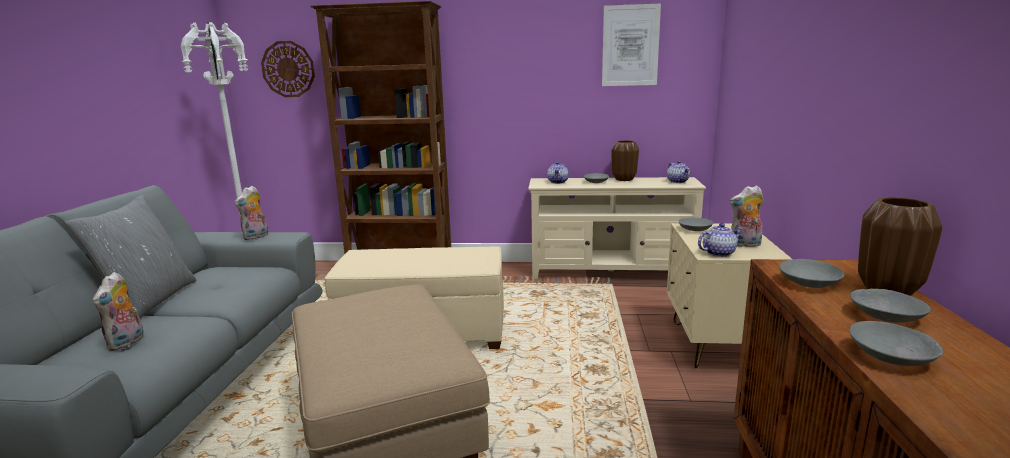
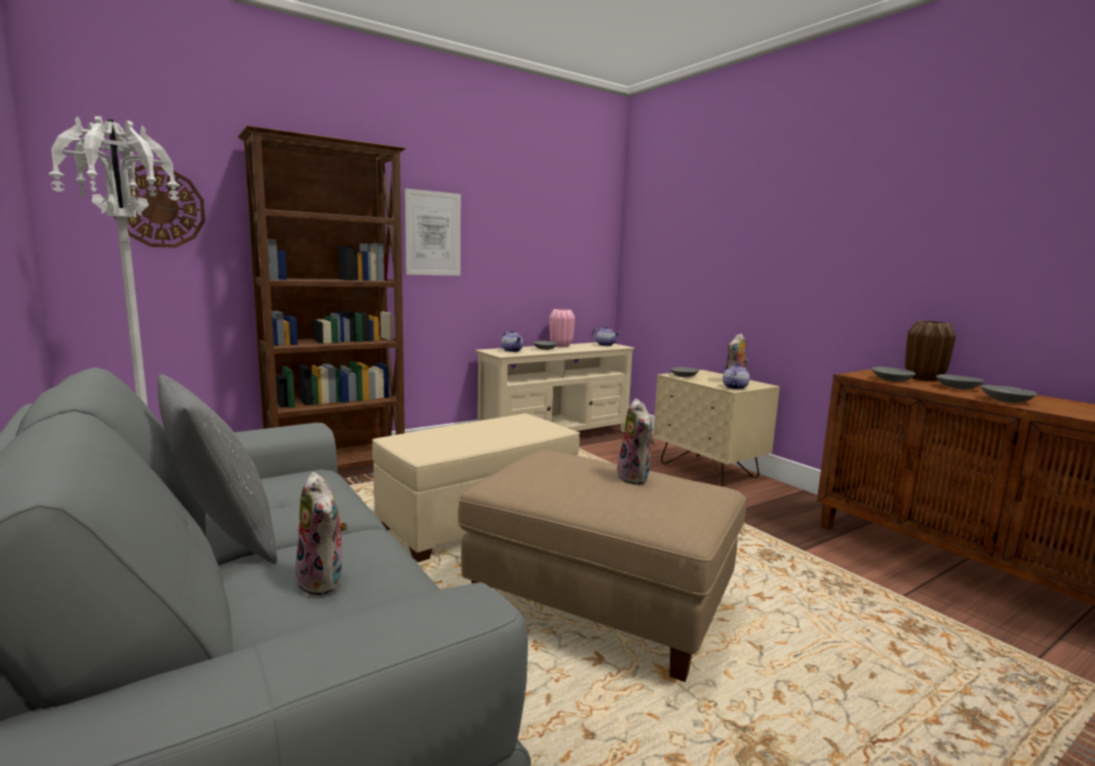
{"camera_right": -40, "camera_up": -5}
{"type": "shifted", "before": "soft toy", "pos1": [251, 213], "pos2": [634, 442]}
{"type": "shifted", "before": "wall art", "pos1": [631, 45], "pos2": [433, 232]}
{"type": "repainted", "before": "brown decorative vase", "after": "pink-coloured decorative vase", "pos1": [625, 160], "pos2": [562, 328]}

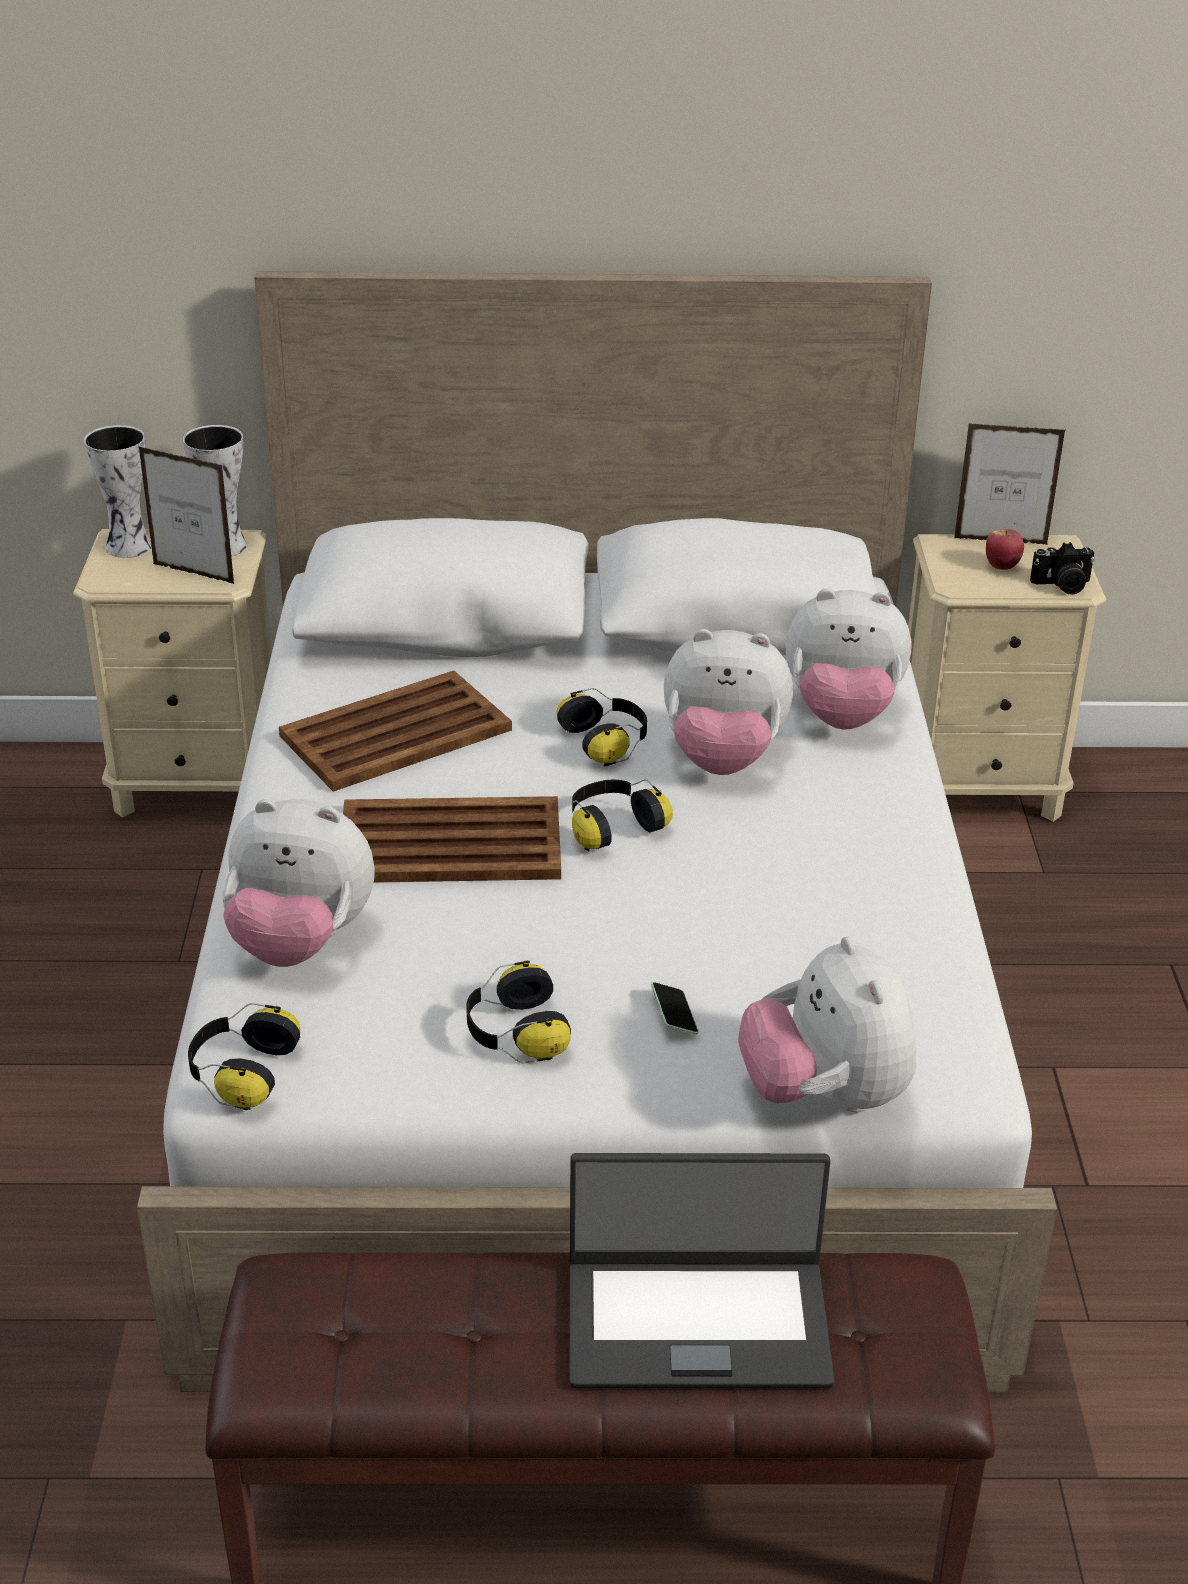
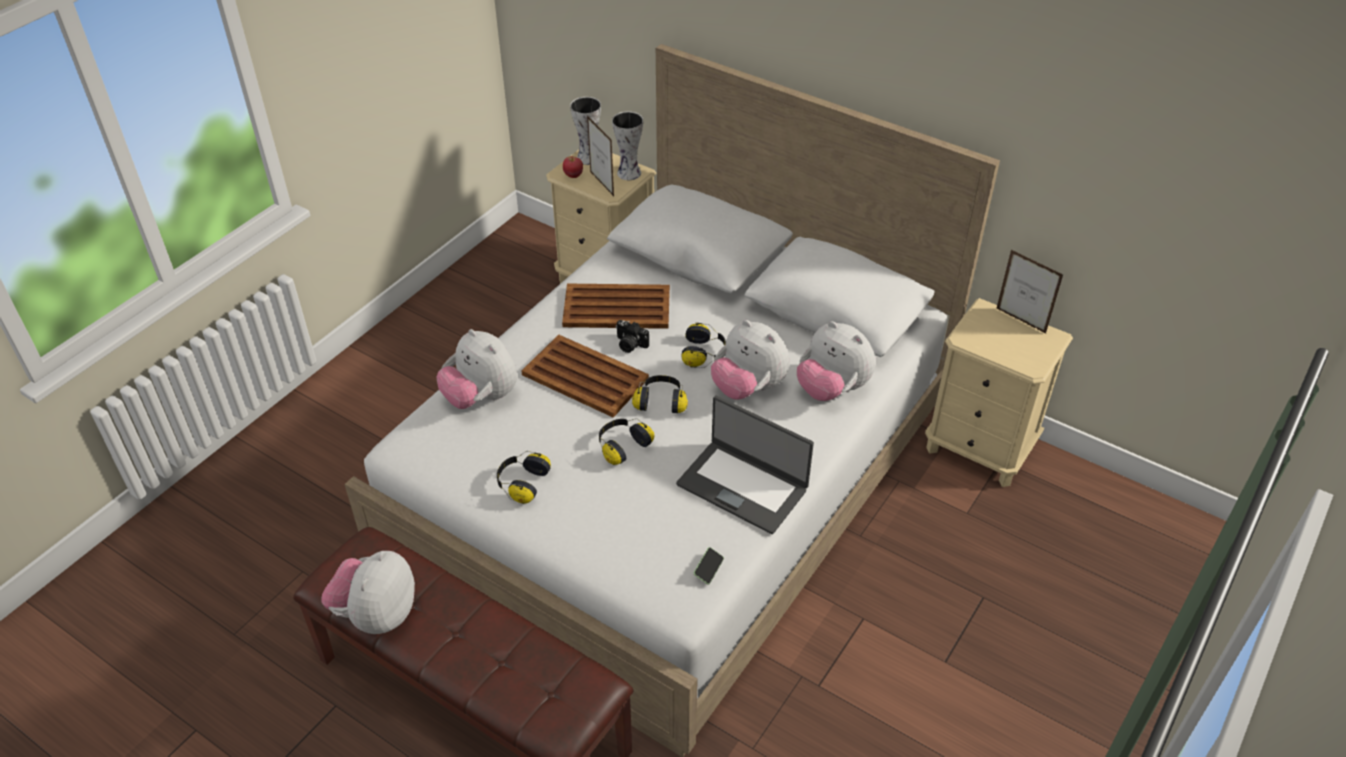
{"camera_right": 35, "camera_up": 10}
{"type": "shifted", "before": "headset", "pos1": [244, 1056], "pos2": [626, 441]}
{"type": "shifted", "before": "portable computer", "pos1": [702, 1270], "pos2": [745, 465]}
{"type": "shifted", "before": "telephone", "pos1": [674, 1008], "pos2": [709, 566]}
{"type": "shifted", "before": "soft toy", "pos1": [827, 1024], "pos2": [368, 592]}
{"type": "shifted", "before": "apple fruit", "pos1": [1005, 549], "pos2": [573, 167]}
{"type": "shifted", "before": "still camera", "pos1": [1062, 568], "pos2": [632, 336]}

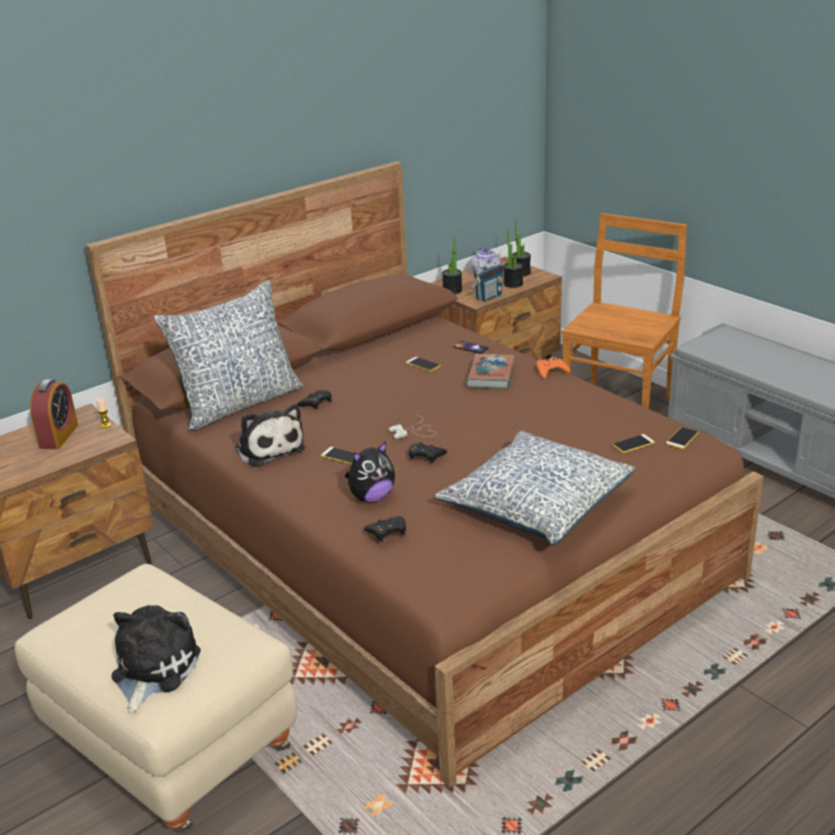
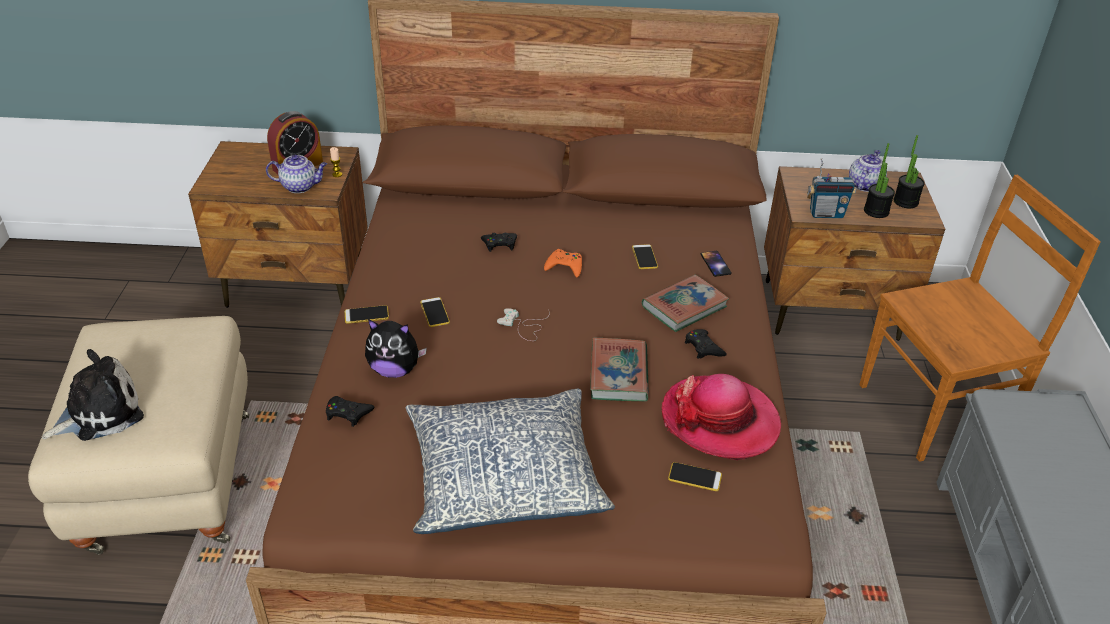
{"camera_right": 40, "camera_up": 10}
{"type": "gone", "before": "throw pillow", "pos1": [228, 355]}
{"type": "gone", "before": "soft toy", "pos1": [270, 435]}
{"type": "shifted", "before": "black-coloured joypad", "pos1": [428, 453], "pos2": [706, 344]}
{"type": "gone", "before": "potted plant", "pos1": [452, 265]}
{"type": "shifted", "before": "orange joypad", "pos1": [553, 368], "pos2": [563, 263]}
{"type": "shifted", "before": "telephone", "pos1": [682, 438], "pos2": [366, 314]}
{"type": "new", "after": "pot for tea", "pos2": [296, 174]}
{"type": "new", "after": "book", "pos2": [619, 369]}
{"type": "new", "after": "clothing hat", "pos2": [721, 417]}

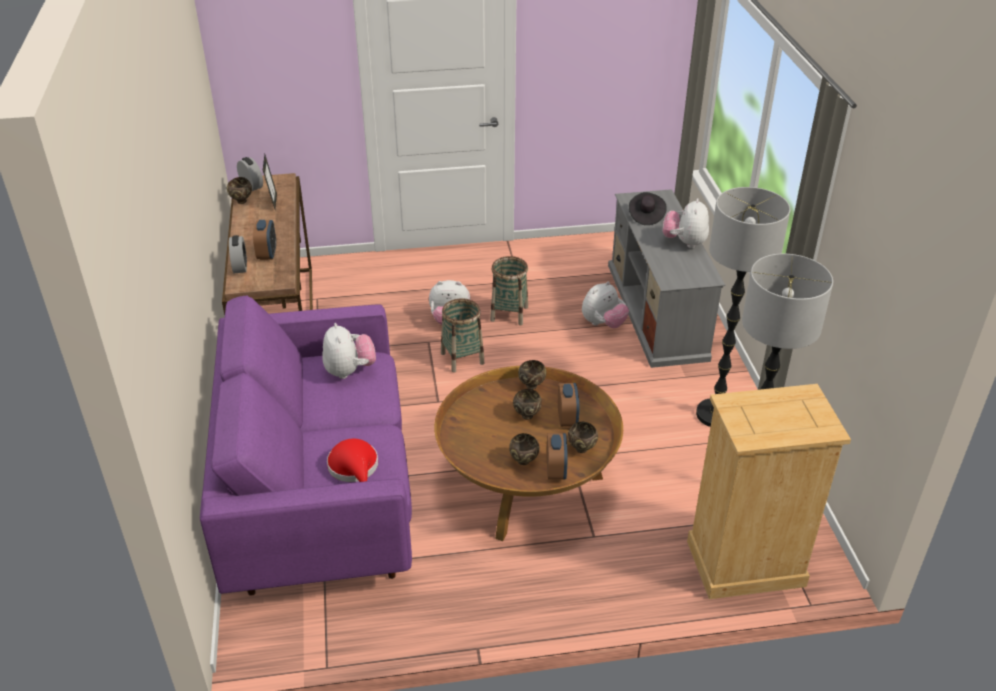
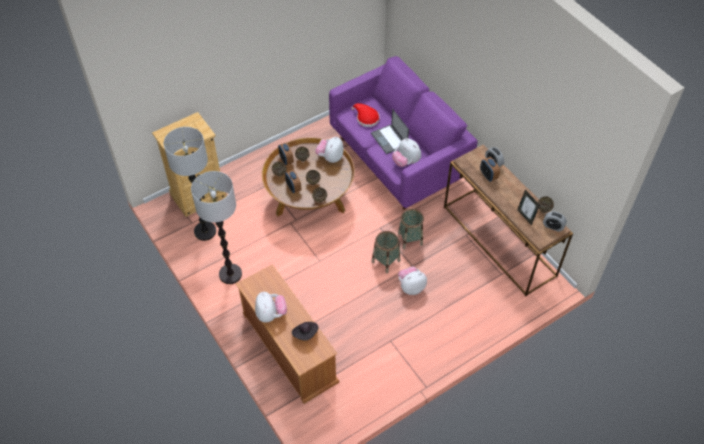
{"camera_right": 155, "camera_up": 15}
{"type": "shifted", "before": "household basket", "pos1": [509, 290], "pos2": [411, 229]}
{"type": "shifted", "before": "soft toy", "pos1": [605, 304], "pos2": [329, 150]}
{"type": "repainted", "before": "grey tv stand", "after": "brown tv stand", "pos1": [667, 278], "pos2": [287, 334]}
{"type": "new", "after": "portable computer", "pos2": [390, 131]}

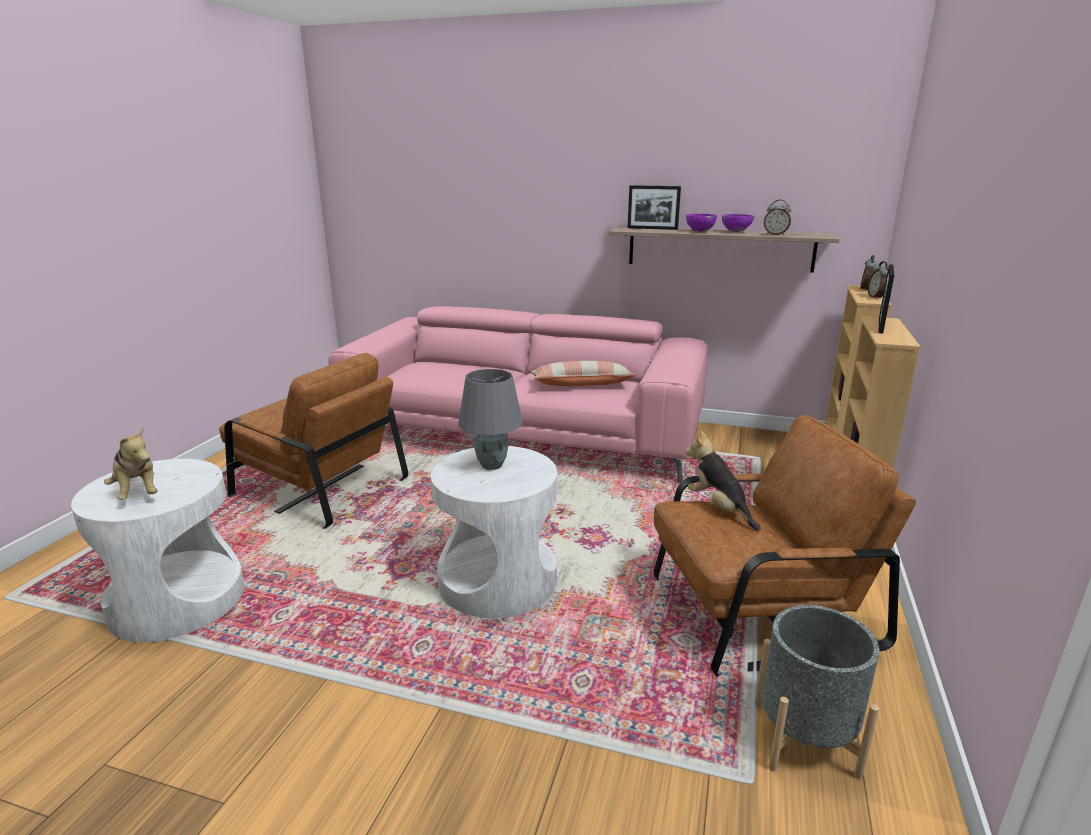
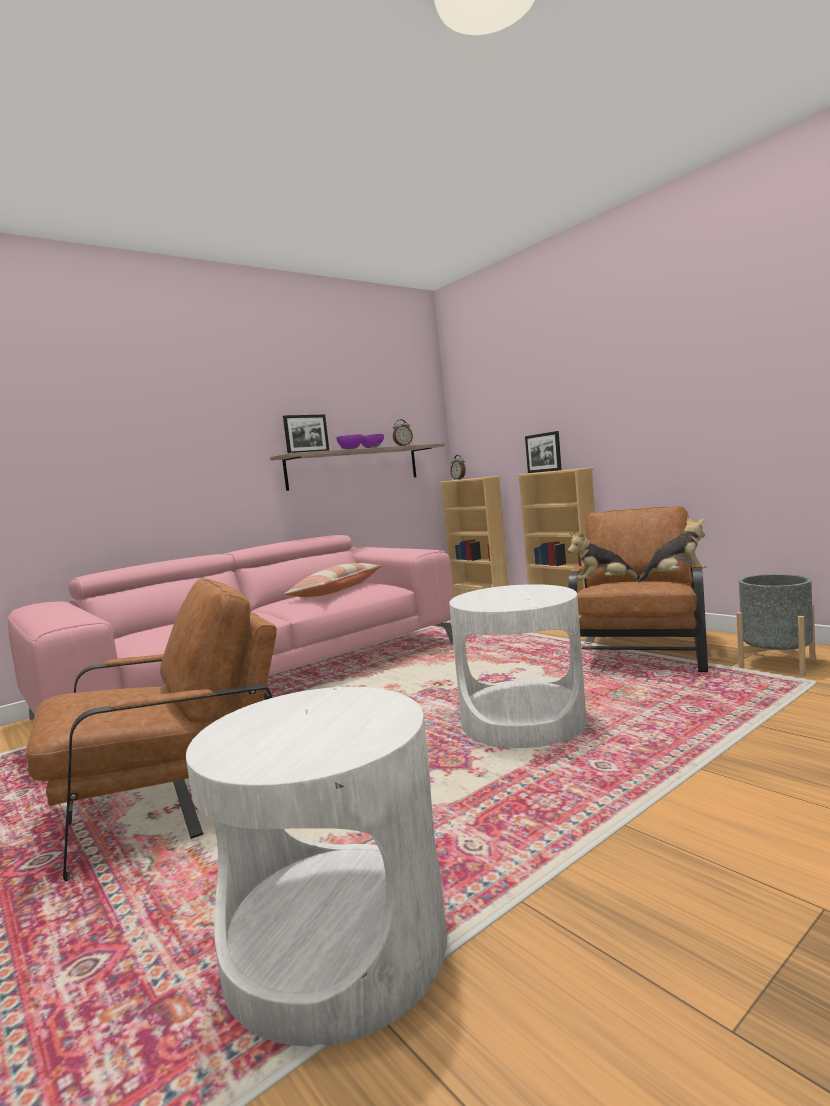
{"camera_right": -55, "camera_up": -15}
{"type": "shifted", "before": "soft toy", "pos1": [131, 463], "pos2": [672, 549]}
{"type": "gone", "before": "grey table lamp", "pos1": [490, 419]}
{"type": "gone", "before": "table clock", "pos1": [878, 280]}

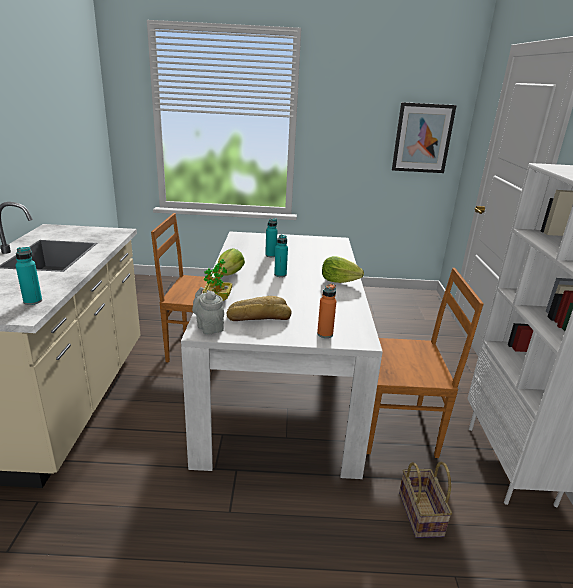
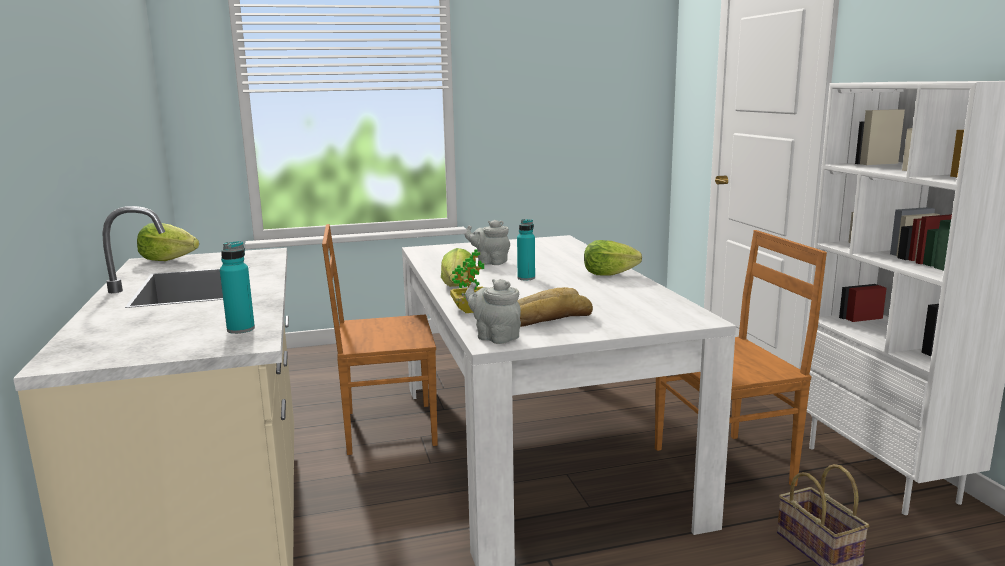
{"camera_right": -15, "camera_up": -10}
{"type": "swapped", "before": "turquoise-coloured bottle", "after": "grey pot for tea", "pos1": [271, 237], "pos2": [487, 242]}
{"type": "gone", "before": "orange bottle", "pos1": [326, 311]}
{"type": "gone", "before": "wall art", "pos1": [424, 137]}
{"type": "new", "after": "lettuce head", "pos2": [168, 242]}

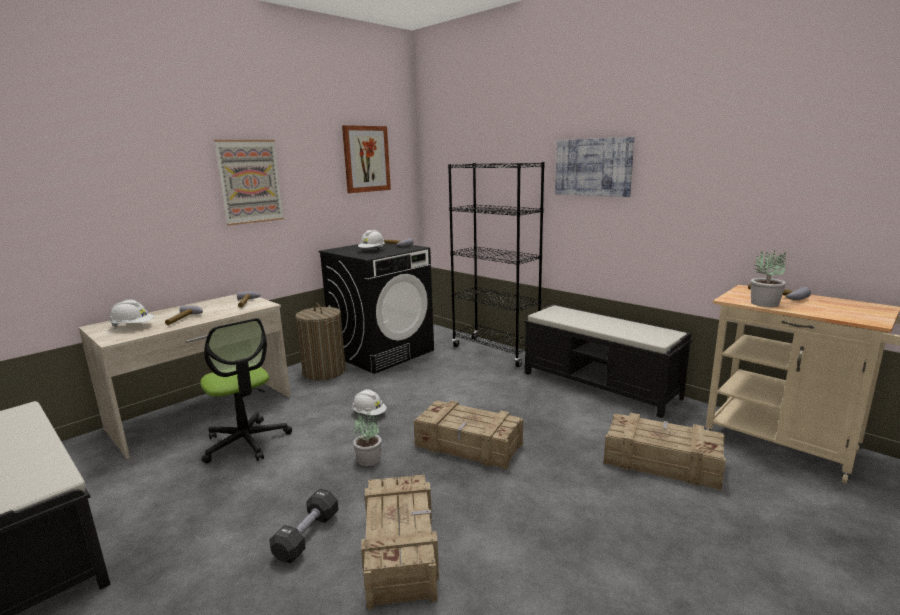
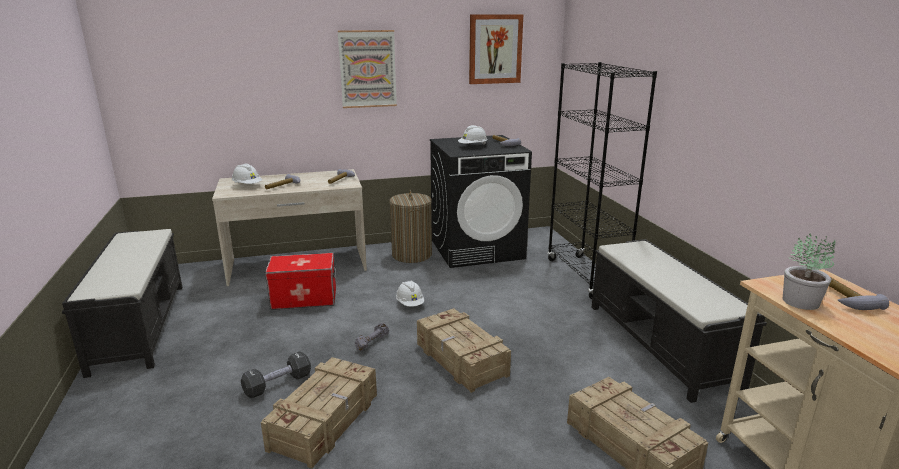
{"camera_right": 30, "camera_up": 5}
{"type": "swapped", "before": "computer chair", "after": "storage bin", "pos1": [246, 391], "pos2": [300, 281]}
{"type": "swapped", "before": "potted plant", "after": "grey free weight", "pos1": [367, 438], "pos2": [372, 337]}
{"type": "gone", "before": "wall art", "pos1": [594, 167]}

